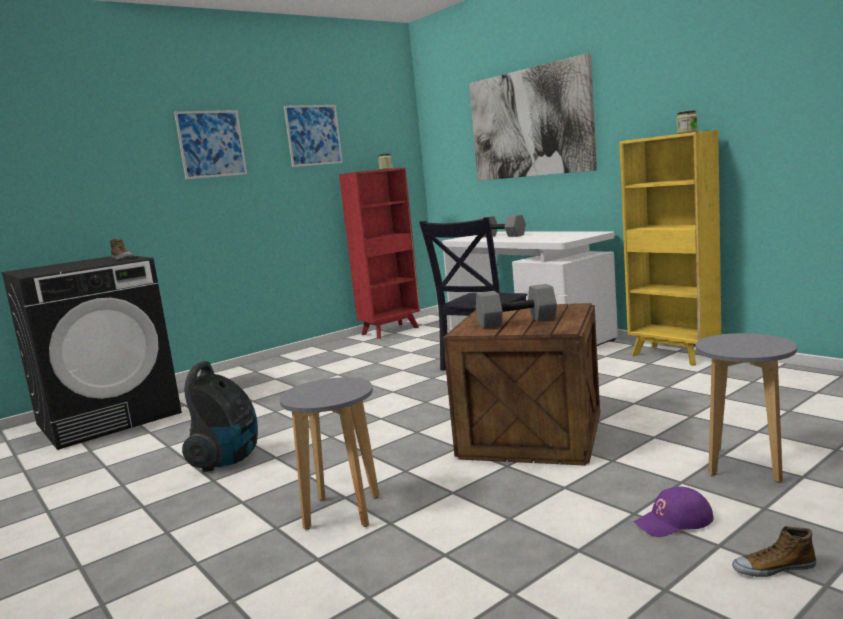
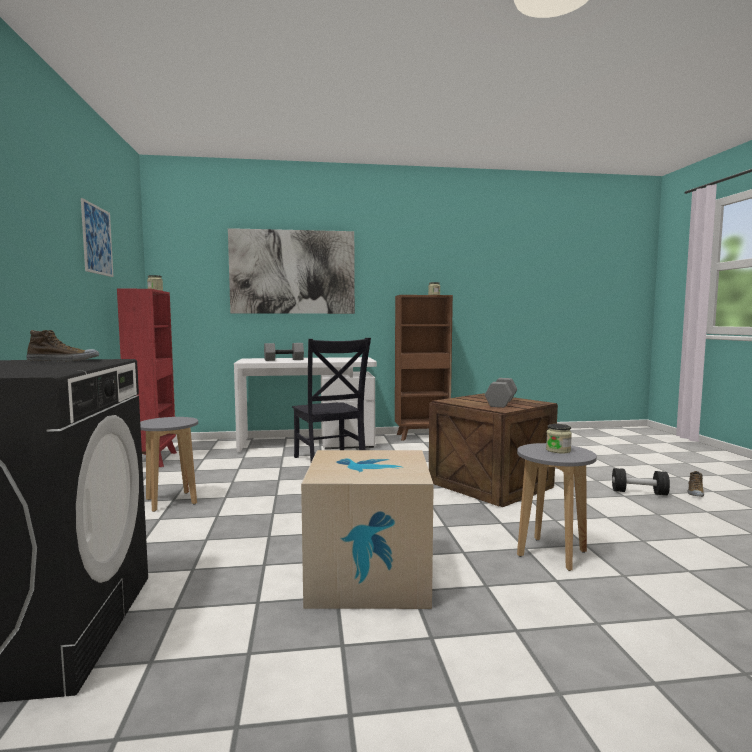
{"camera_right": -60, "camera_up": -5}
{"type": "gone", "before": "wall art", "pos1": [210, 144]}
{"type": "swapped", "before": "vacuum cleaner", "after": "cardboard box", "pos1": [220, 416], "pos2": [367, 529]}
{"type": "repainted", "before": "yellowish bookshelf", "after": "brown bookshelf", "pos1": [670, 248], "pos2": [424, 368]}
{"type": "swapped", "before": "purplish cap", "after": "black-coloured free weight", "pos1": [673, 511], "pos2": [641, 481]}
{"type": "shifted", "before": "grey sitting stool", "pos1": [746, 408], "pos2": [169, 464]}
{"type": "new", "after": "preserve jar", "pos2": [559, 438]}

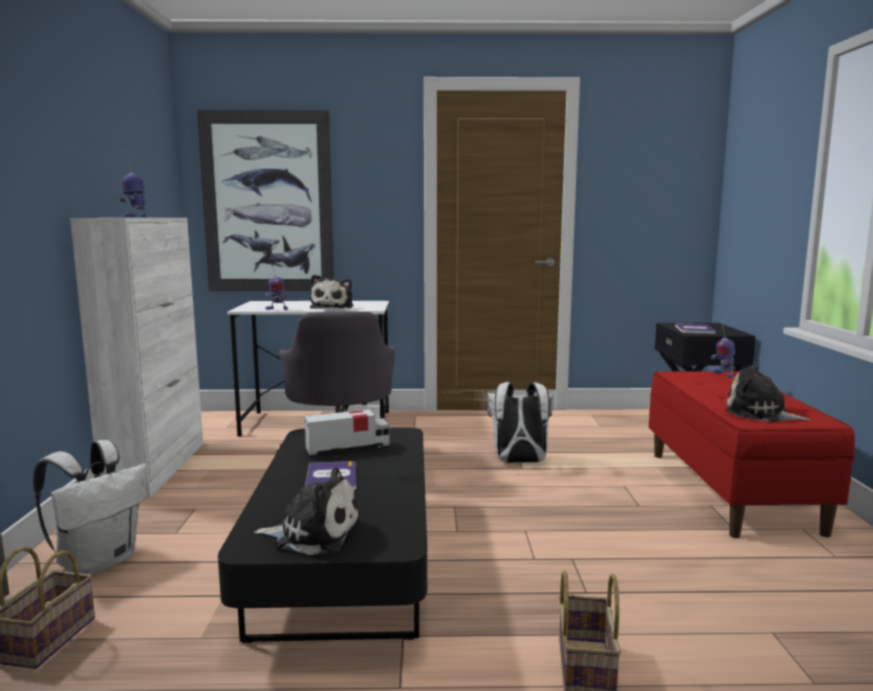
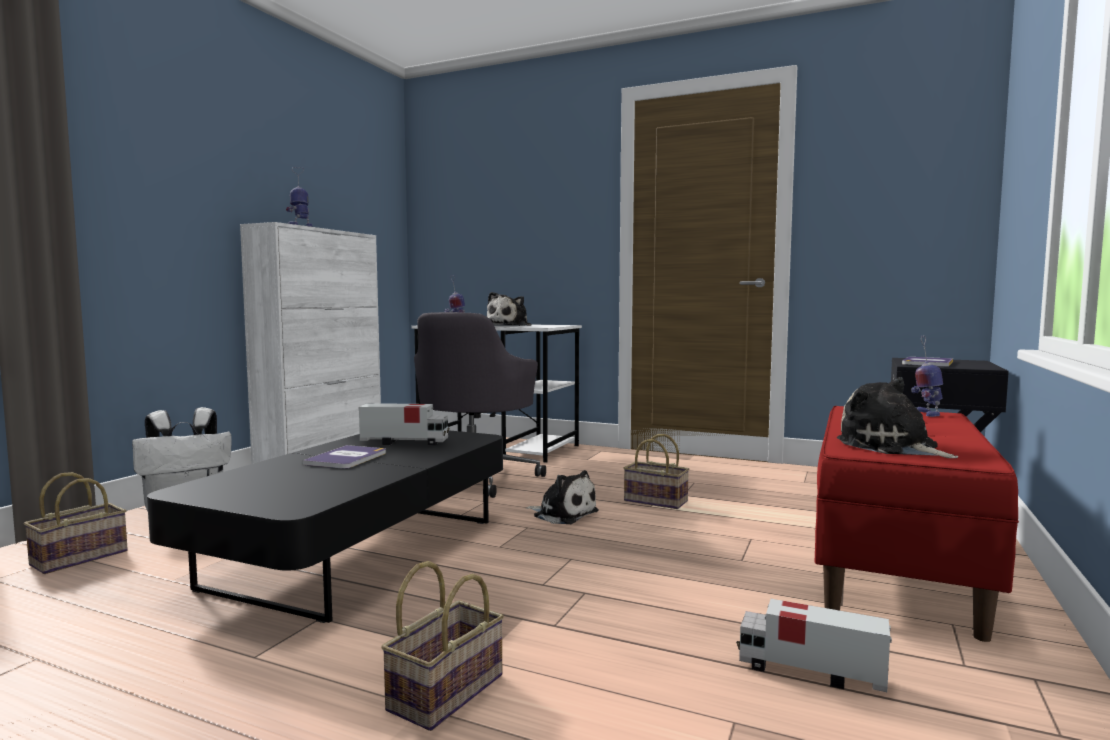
{"camera_right": 25, "camera_up": -5}
{"type": "gone", "before": "wall art", "pos1": [265, 200]}
{"type": "shifted", "before": "soft toy", "pos1": [307, 511], "pos2": [562, 497]}
{"type": "swapped", "before": "white-coloured rucksack", "after": "household basket", "pos1": [520, 422], "pos2": [657, 471]}
{"type": "new", "after": "model truck", "pos2": [814, 645]}

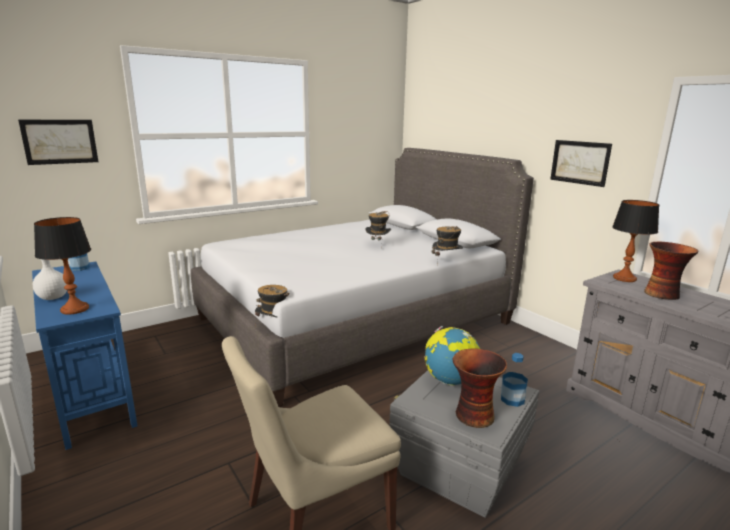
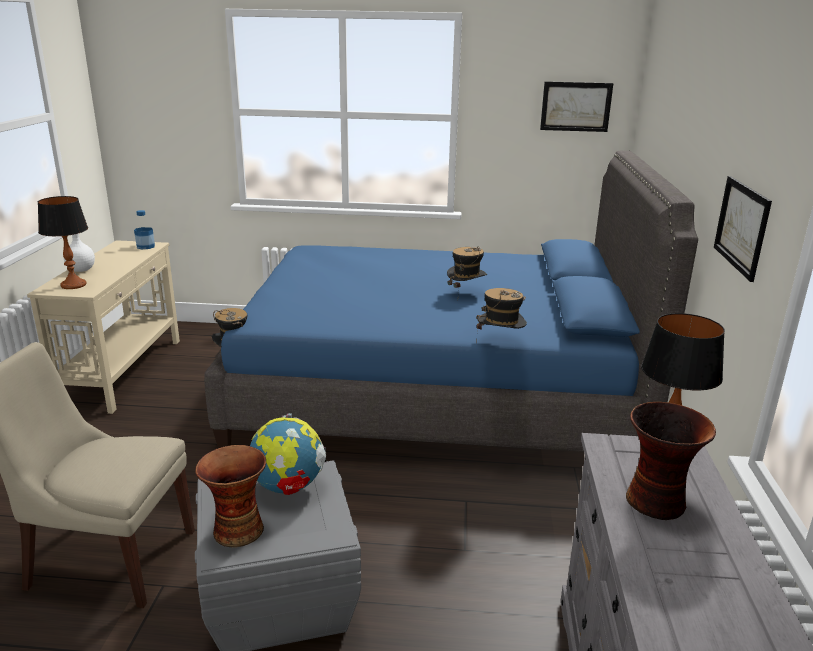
{"camera_right": 40, "camera_up": 5}
{"type": "shifted", "before": "wall art", "pos1": [58, 142], "pos2": [576, 107]}
{"type": "repainted", "before": "blue-coloured console table", "after": "sand-coloured console table", "pos1": [84, 355], "pos2": [103, 327]}
{"type": "repainted", "before": "grey sleeping bed", "after": "blue-coloured sleeping bed", "pos1": [362, 277], "pos2": [451, 301]}
{"type": "gone", "before": "bottle", "pos1": [514, 380]}

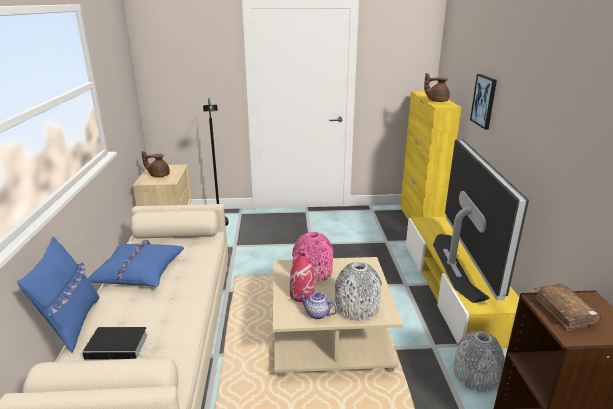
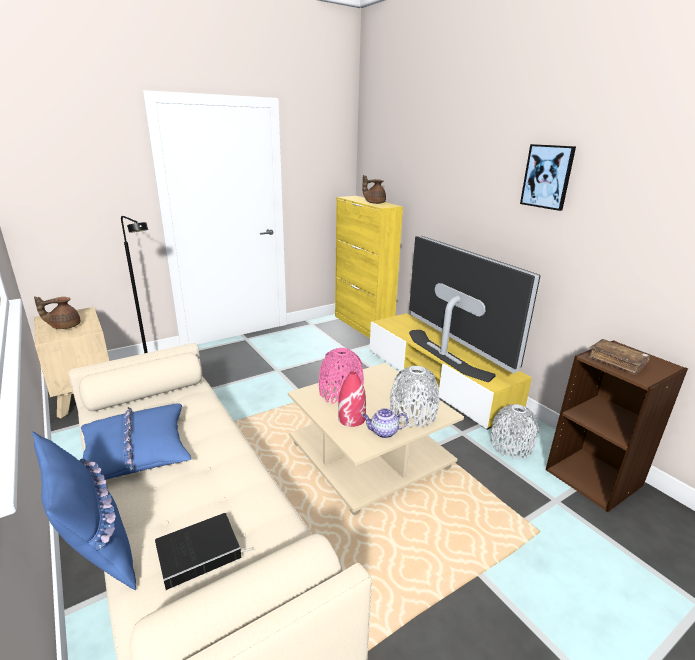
{"camera_right": -30, "camera_up": 0}
{"type": "shifted", "before": "wall art", "pos1": [483, 101], "pos2": [548, 177]}

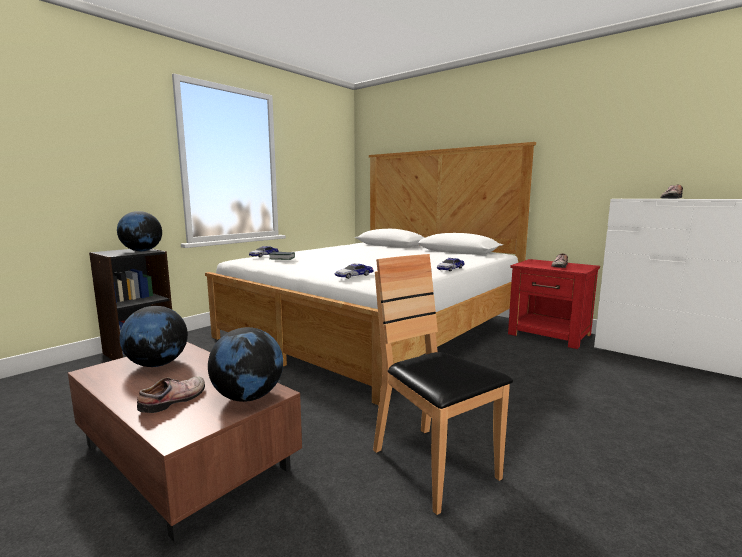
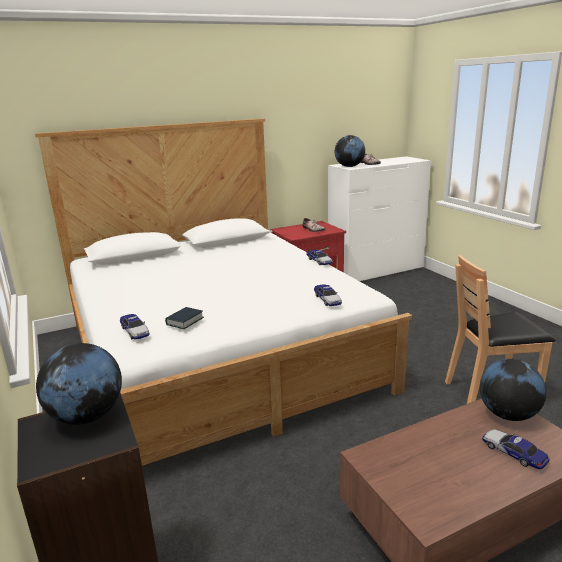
{"camera_right": -65, "camera_up": 10}
{"type": "shifted", "before": "world globe", "pos1": [154, 336], "pos2": [350, 151]}
{"type": "swapped", "before": "shoe", "after": "miniature car", "pos1": [171, 394], "pos2": [516, 449]}

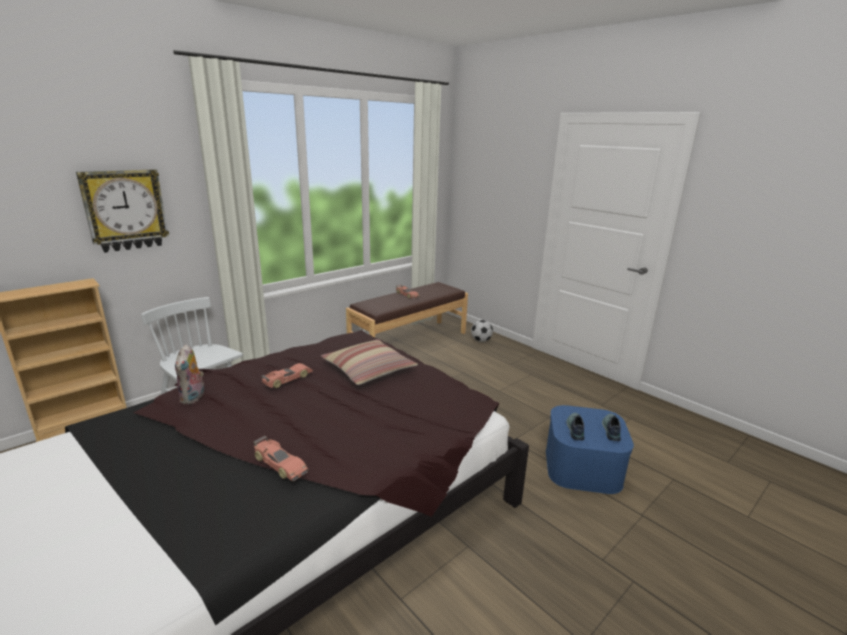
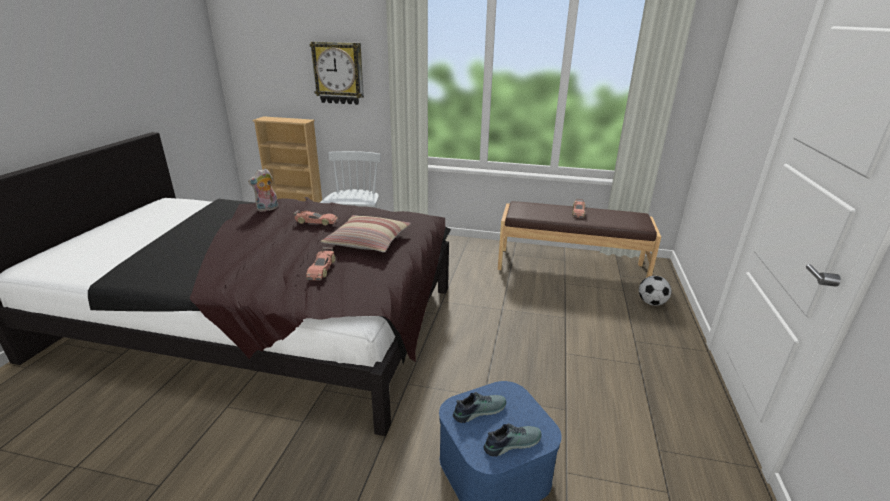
{"camera_right": 55, "camera_up": 5}
{"type": "shifted", "before": "miniature car", "pos1": [281, 459], "pos2": [320, 264]}

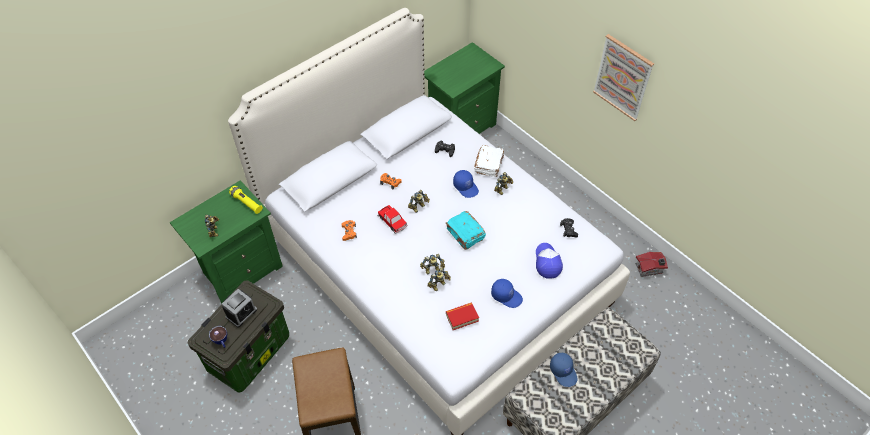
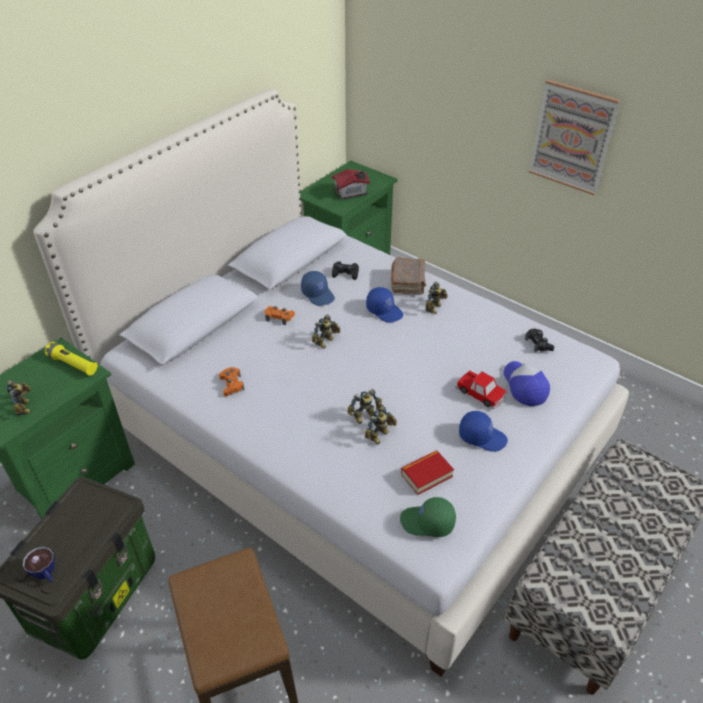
{"camera_right": -10, "camera_up": -10}
{"type": "gone", "before": "table clock", "pos1": [239, 308]}
{"type": "shifted", "before": "miniature car", "pos1": [392, 219], "pos2": [480, 389]}
{"type": "gone", "before": "turquoise-coloured book", "pos1": [465, 230]}
{"type": "repainted", "before": "white-coloured book", "after": "brown book", "pos1": [489, 161], "pos2": [408, 276]}
{"type": "shifted", "before": "blue-coloured cap", "pos1": [564, 370], "pos2": [318, 288]}
{"type": "shifted", "before": "model house", "pos1": [651, 264], "pos2": [351, 184]}
{"type": "new", "after": "green cap", "pos2": [428, 517]}

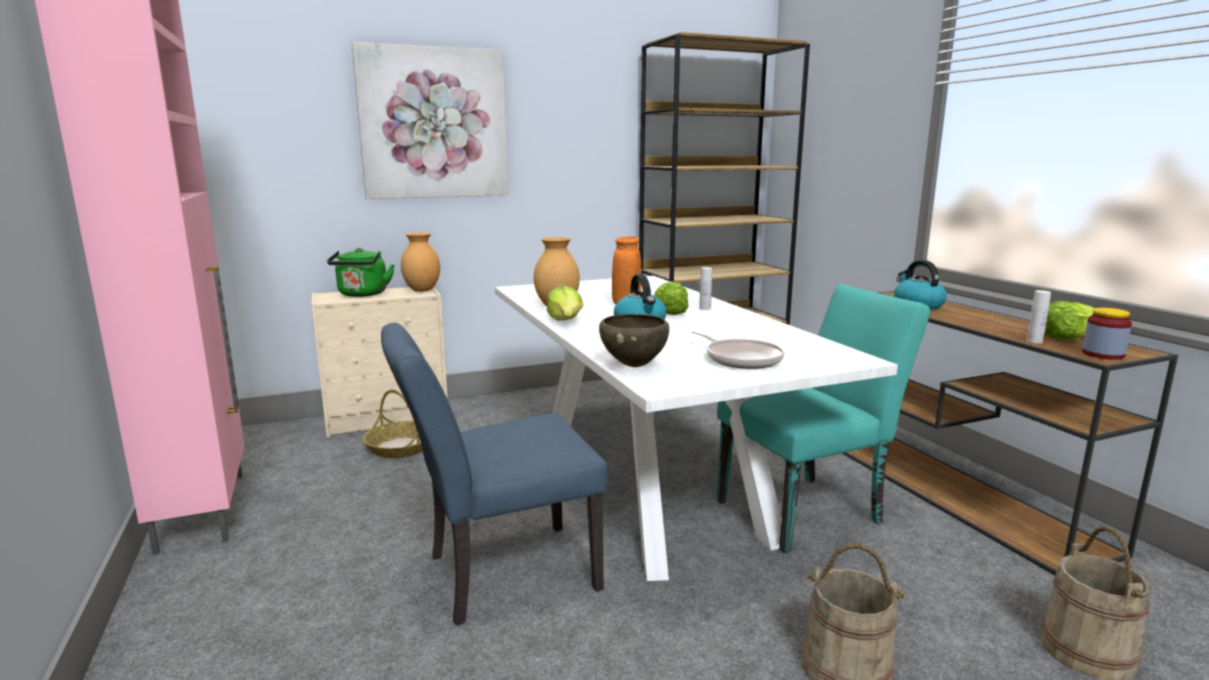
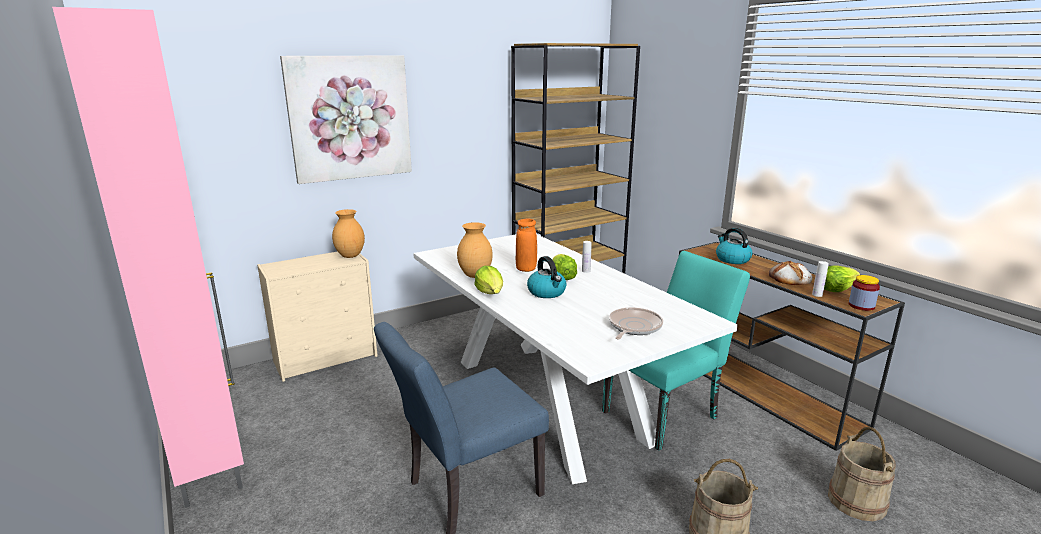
{"camera_right": -10, "camera_up": 5}
{"type": "gone", "before": "green kettle", "pos1": [360, 272]}
{"type": "gone", "before": "household basket", "pos1": [393, 424]}
{"type": "gone", "before": "brown deep dish", "pos1": [634, 340]}
{"type": "rotated", "before": "pan", "pos1": [738, 350], "pos2": [636, 324], "turn": -105}
{"type": "new", "after": "baked bread", "pos2": [790, 273]}

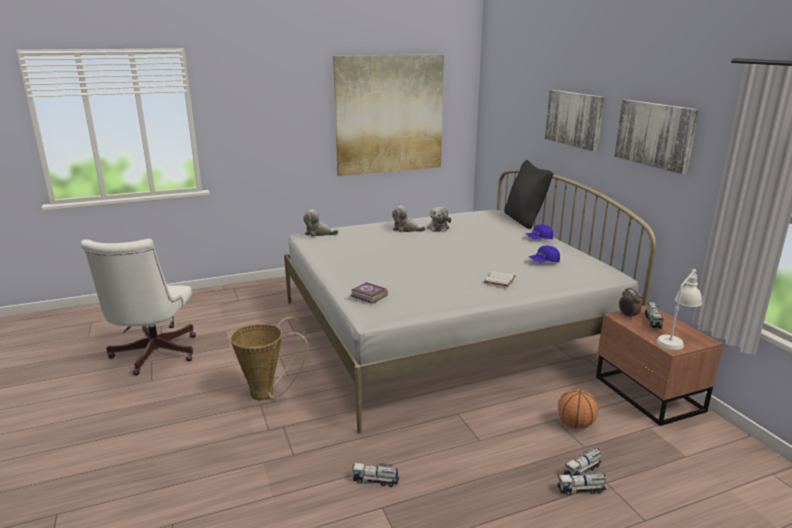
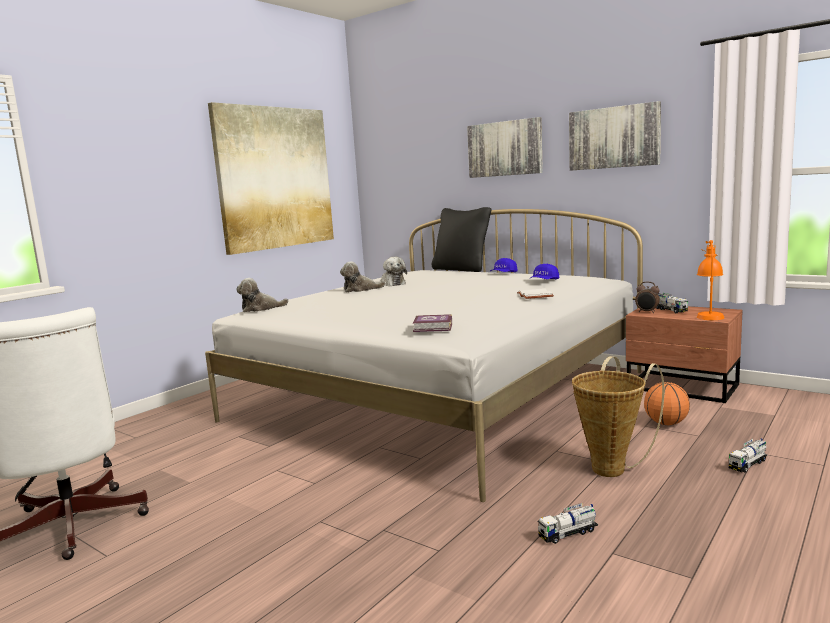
{"camera_right": -30, "camera_up": -10}
{"type": "shifted", "before": "household basket", "pos1": [269, 358], "pos2": [618, 416]}
{"type": "gone", "before": "model truck", "pos1": [583, 462]}
{"type": "repainted", "before": "white-coloured table lamp", "after": "orange table lamp", "pos1": [679, 309], "pos2": [710, 280]}

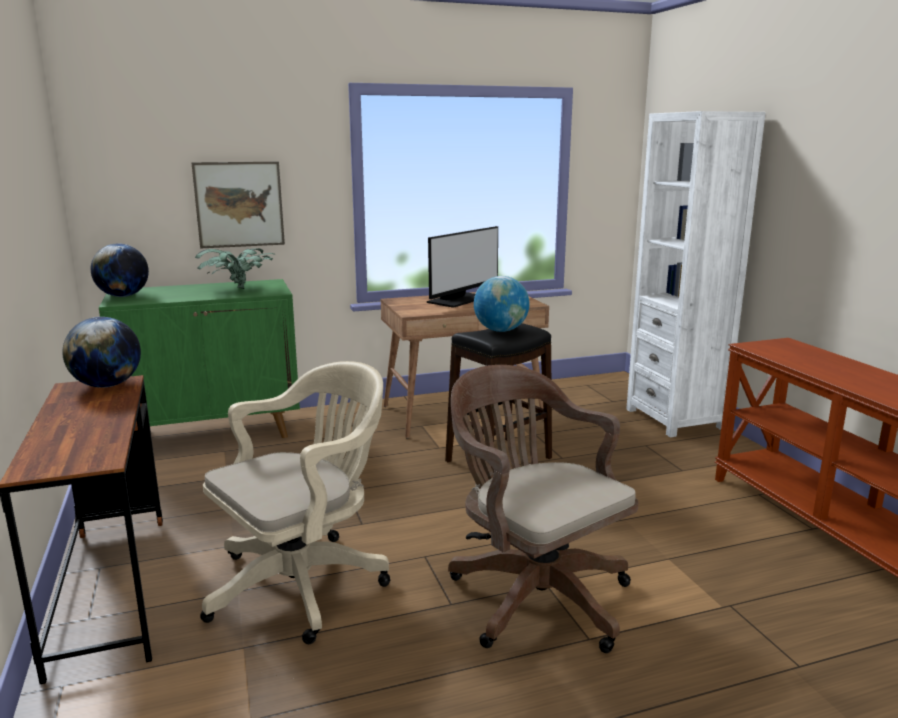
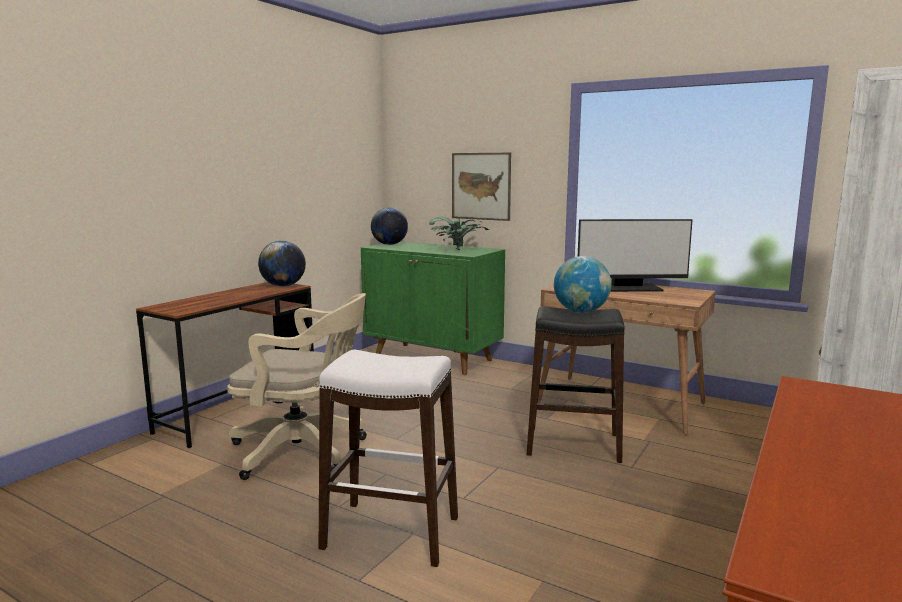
{"camera_right": 50, "camera_up": -5}
{"type": "swapped", "before": "brown computer chair", "after": "white-coloured sitting stool", "pos1": [543, 509], "pos2": [388, 458]}

